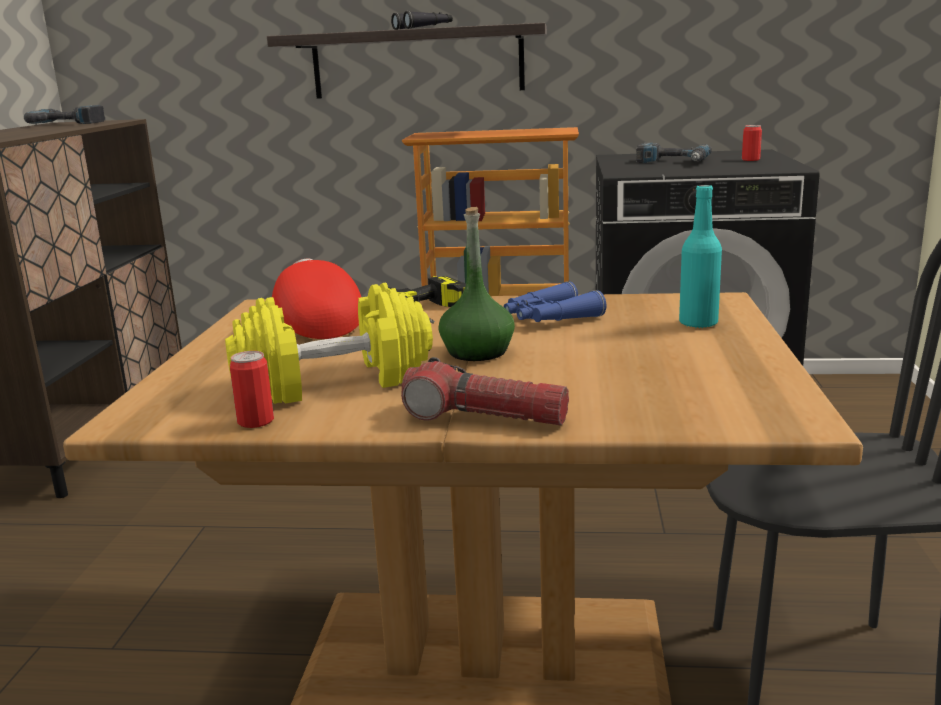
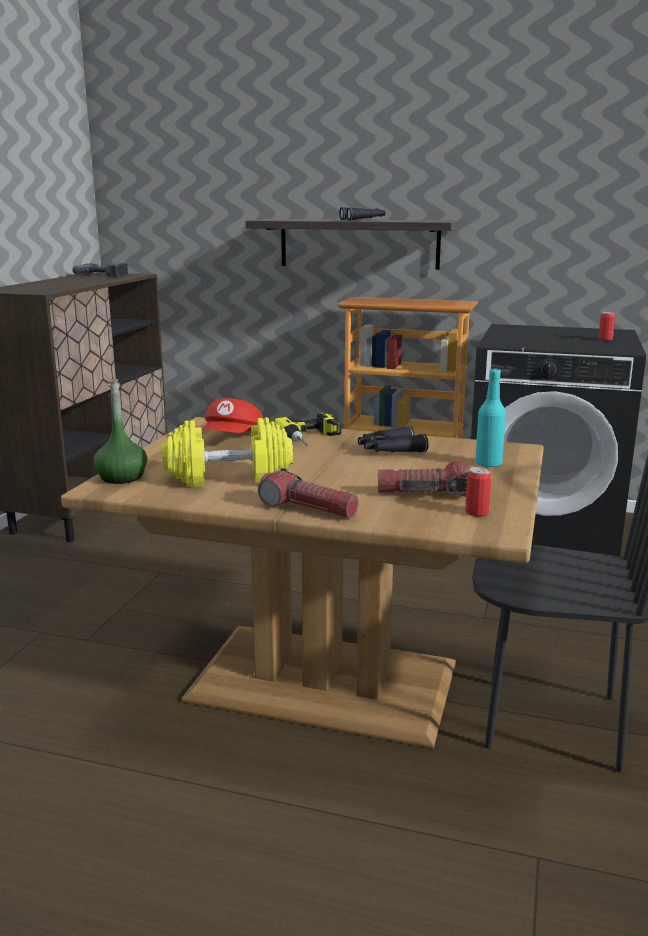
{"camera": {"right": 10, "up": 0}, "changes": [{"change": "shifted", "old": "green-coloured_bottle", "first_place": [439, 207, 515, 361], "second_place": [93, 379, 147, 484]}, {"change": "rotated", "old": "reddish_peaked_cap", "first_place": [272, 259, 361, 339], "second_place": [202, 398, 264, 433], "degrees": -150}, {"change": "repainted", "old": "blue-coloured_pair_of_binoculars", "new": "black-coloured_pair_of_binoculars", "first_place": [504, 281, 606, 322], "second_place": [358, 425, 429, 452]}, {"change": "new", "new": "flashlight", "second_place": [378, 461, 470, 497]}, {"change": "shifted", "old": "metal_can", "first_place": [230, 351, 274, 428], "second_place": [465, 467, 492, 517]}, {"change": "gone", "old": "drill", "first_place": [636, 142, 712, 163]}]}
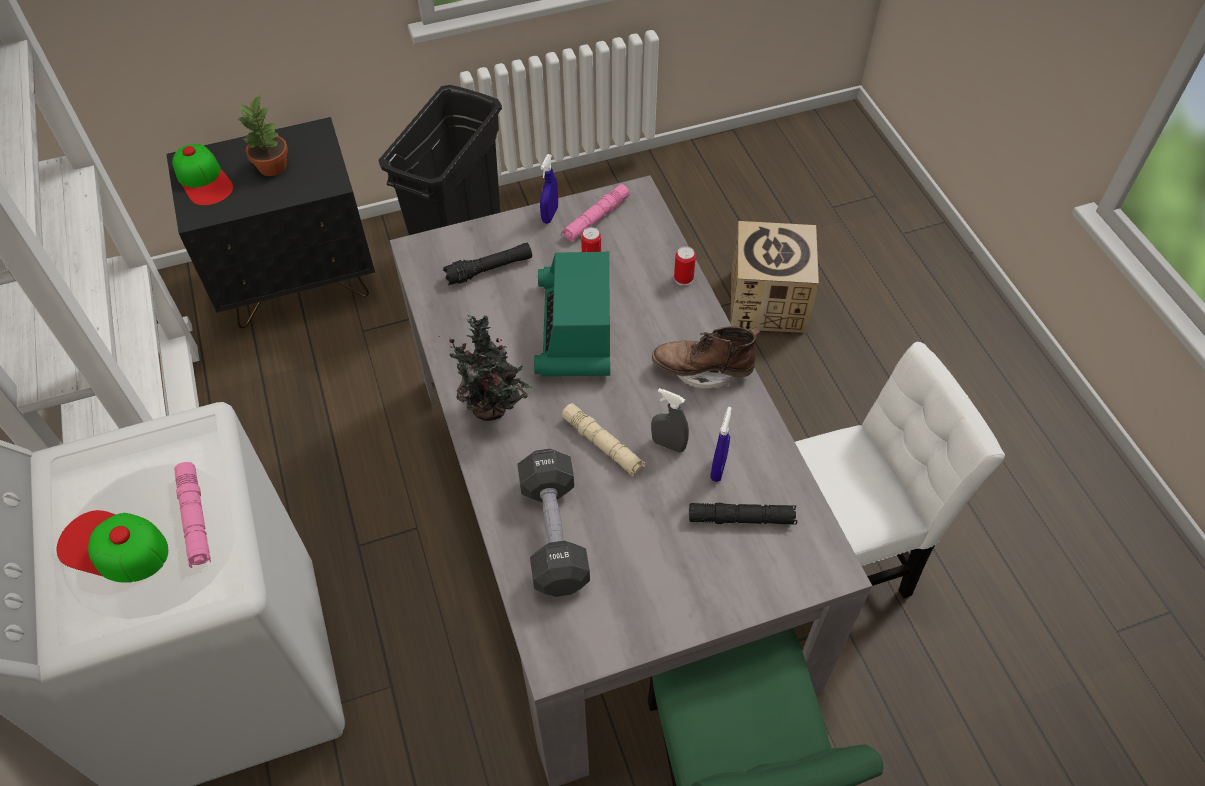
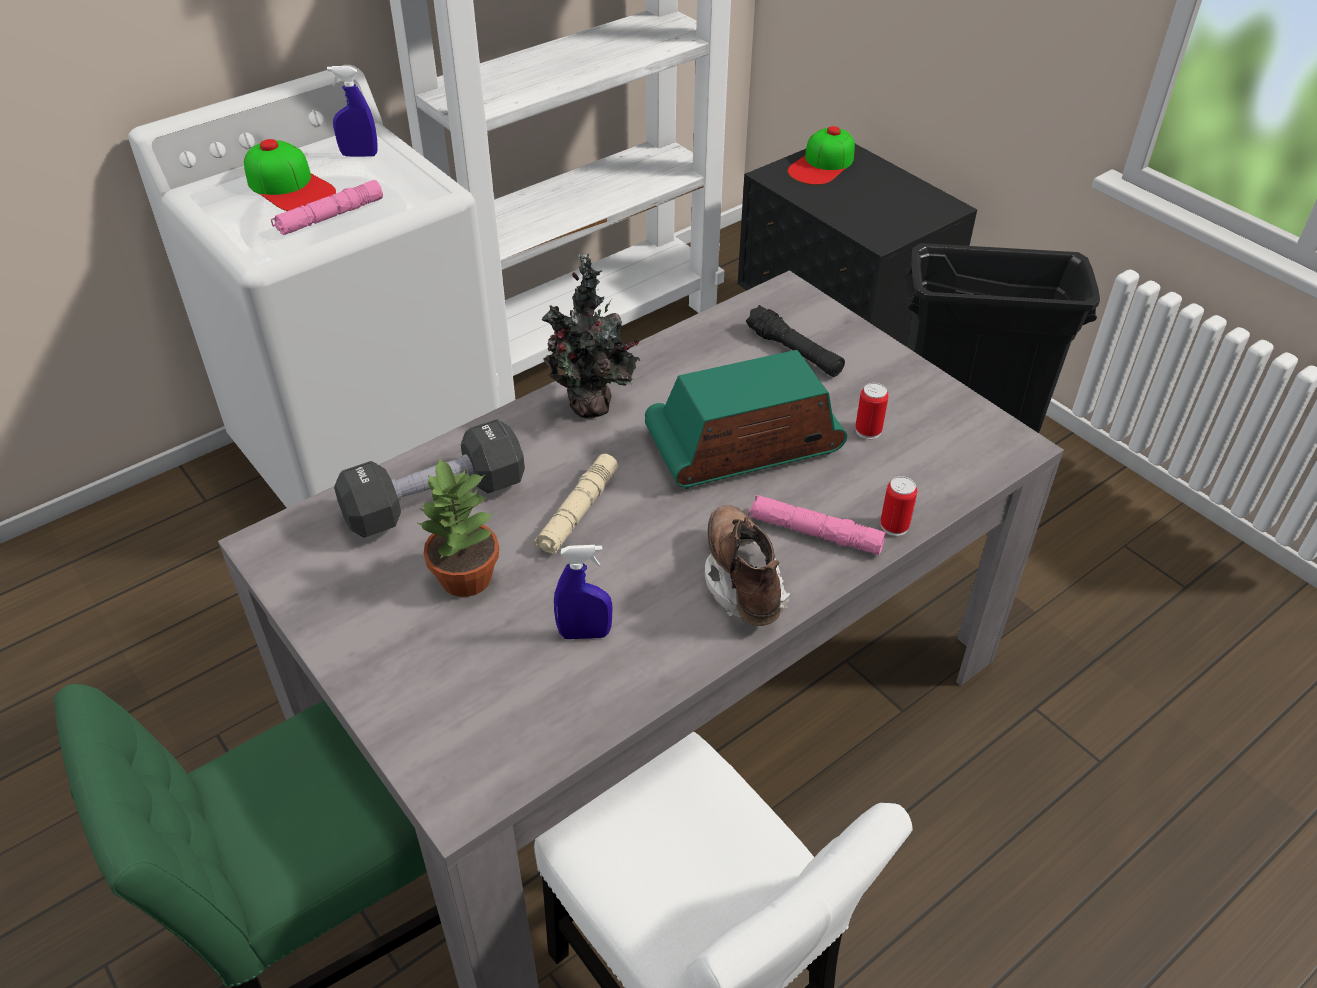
{"camera": {"right": 70, "up": -10}, "changes": [{"change": "rotated", "old": "peaked_cap", "first_place": [57, 510, 168, 583], "second_place": [244, 139, 336, 211], "degrees": 135}, {"change": "shifted", "old": "blue-coloured_hand_sprayer", "first_place": [540, 154, 558, 224], "second_place": [327, 66, 378, 157]}, {"change": "shifted", "old": "houseplant", "first_place": [236, 95, 288, 176], "second_place": [416, 457, 499, 597]}, {"change": "shifted", "old": "pink_flashlight", "first_place": [561, 184, 630, 242], "second_place": [748, 495, 886, 555]}, {"change": "gone", "old": "greyish_hand_sprayer", "first_place": [651, 388, 689, 453]}, {"change": "gone", "old": "black-coloured_flashlight", "first_place": [689, 503, 797, 525]}, {"change": "gone", "old": "cardboard_box", "first_place": [731, 221, 819, 333]}]}
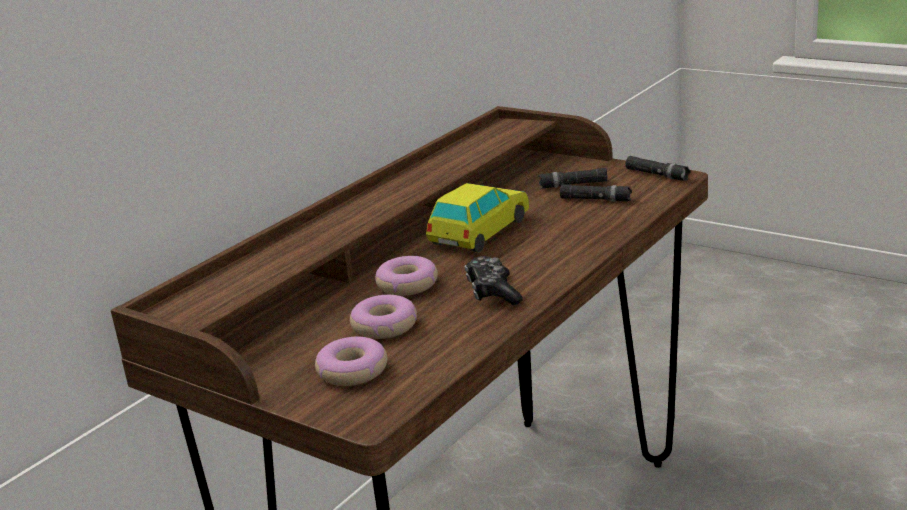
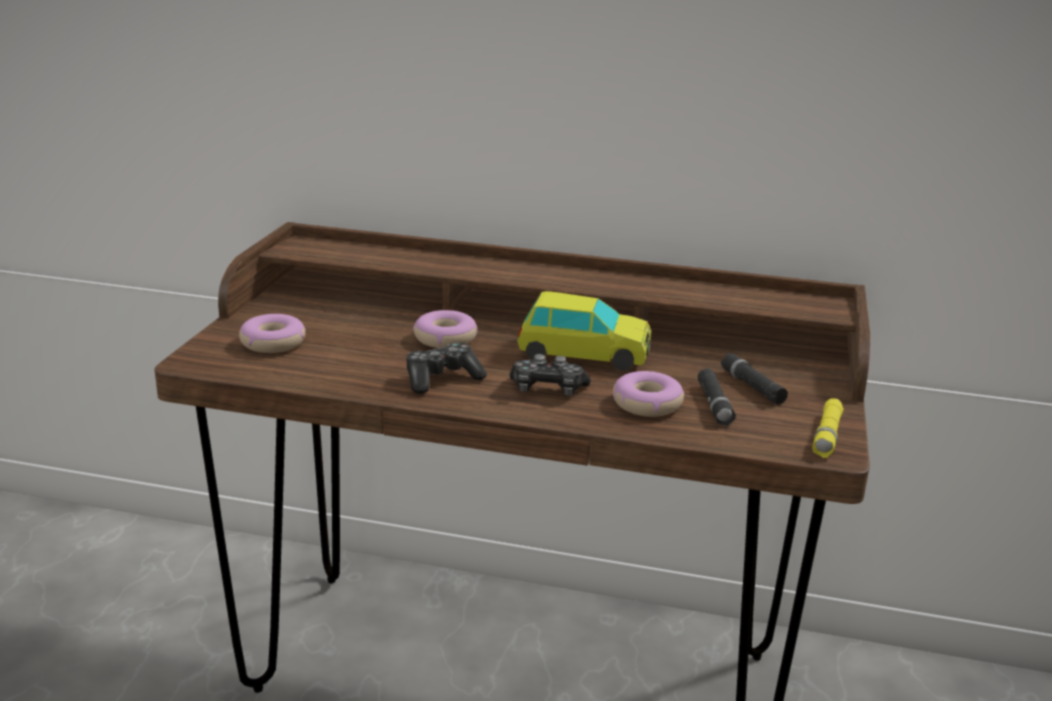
{"camera": {"right": 65, "up": 0}, "changes": [{"change": "new", "new": "joypad", "second_place": [510, 354, 591, 396]}, {"change": "shifted", "old": "donut", "first_place": [350, 295, 417, 339], "second_place": [613, 371, 685, 417]}, {"change": "repainted", "old": "black-coloured_flashlight", "new": "yellow-coloured_flashlight", "first_place": [626, 156, 691, 181], "second_place": [813, 398, 844, 458]}]}
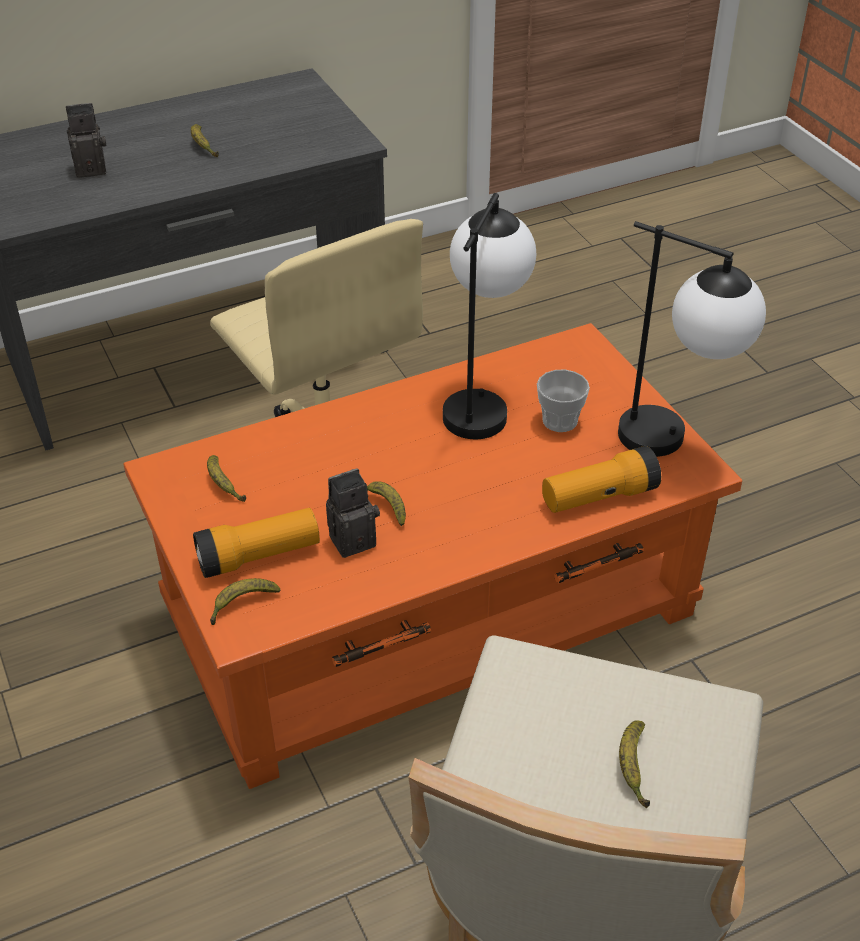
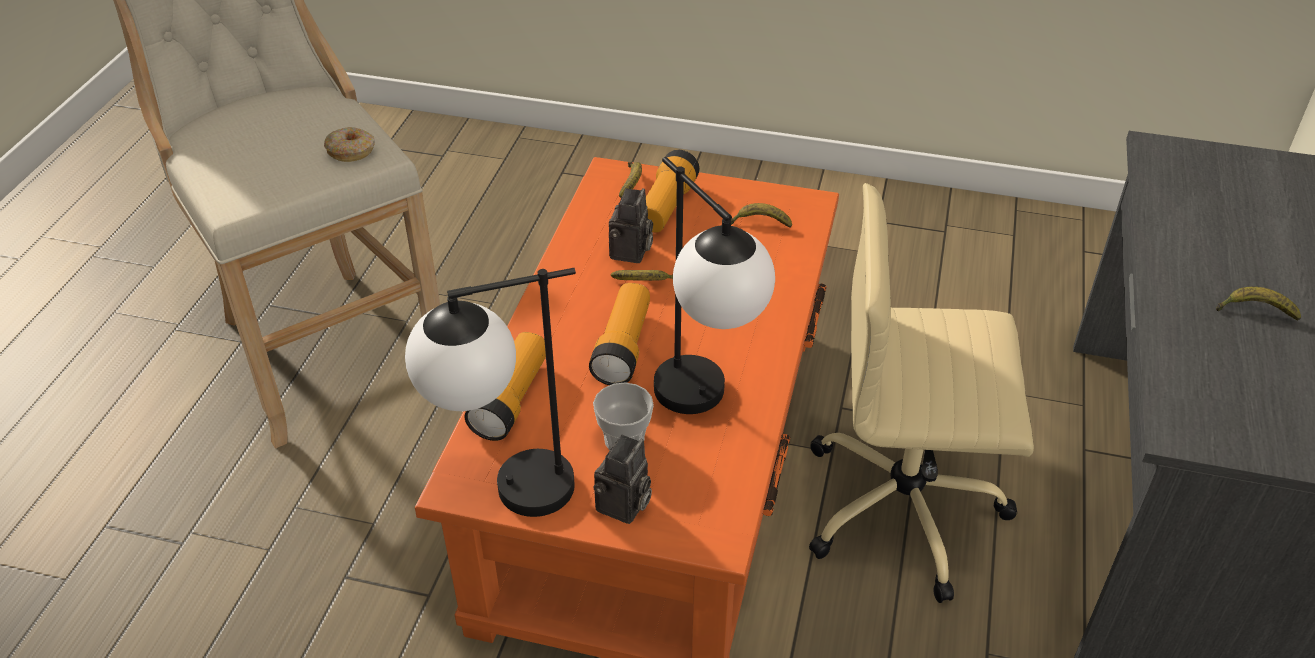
{"camera": {"right": 130, "up": 0}, "changes": [{"change": "new", "new": "donut", "second_place": [324, 127, 375, 162]}, {"change": "new", "new": "flashlight", "second_place": [589, 283, 650, 385]}, {"change": "shifted", "old": "still_camera", "first_place": [66, 103, 106, 178], "second_place": [593, 434, 652, 524]}, {"change": "gone", "old": "banana", "first_place": [619, 720, 650, 808]}]}
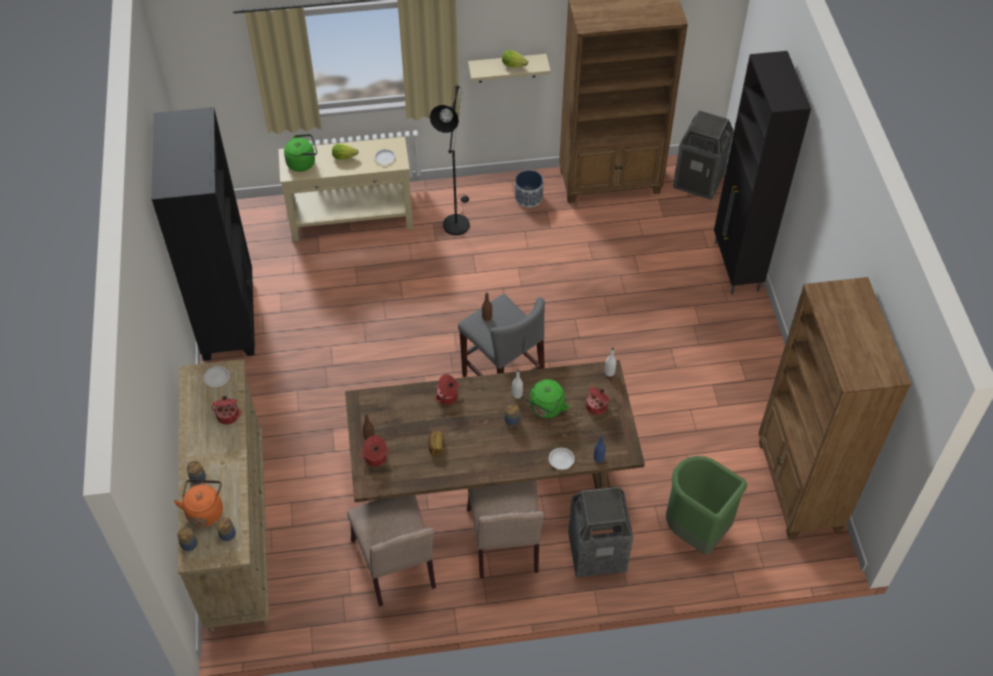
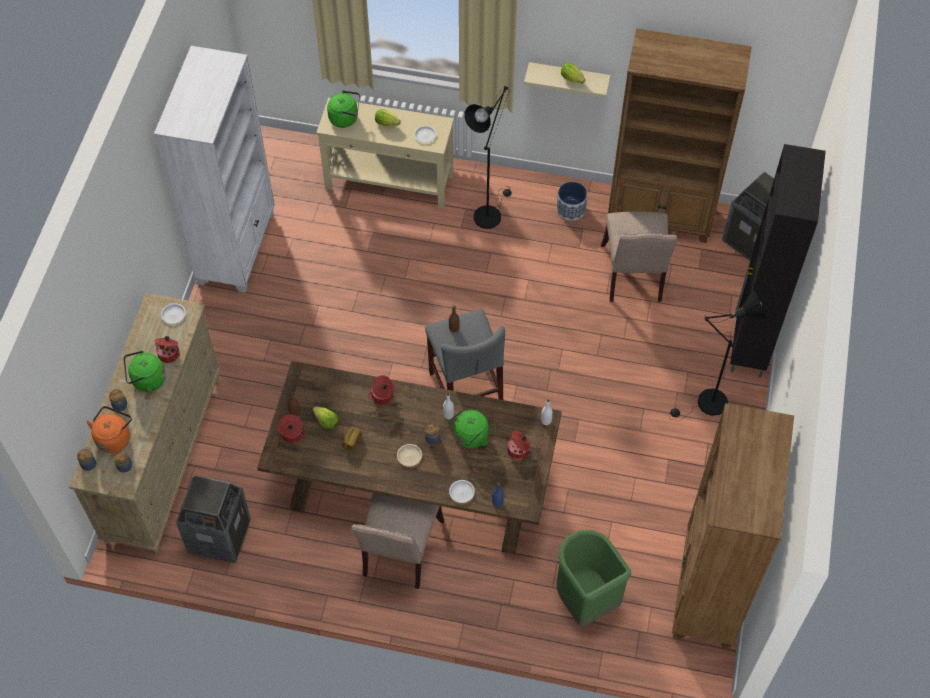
{"camera": {"right": 20, "up": 5}, "changes": [{"change": "new", "new": "green-coloured_tea_kettle", "second_place": [124, 351, 166, 393]}, {"change": "repainted", "old": "black-coloured_bookcase", "new": "white-coloured_bookcase", "first_place": [151, 107, 255, 361], "second_place": [154, 46, 275, 293]}, {"change": "shifted", "old": "waste_bin", "first_place": [568, 487, 633, 577], "second_place": [176, 475, 251, 563]}, {"change": "new", "new": "head_of_lettuce", "second_place": [312, 407, 339, 429]}, {"change": "new", "new": "beige_plate", "second_place": [397, 444, 422, 466]}, {"change": "shifted", "old": "beige_upright_chair", "first_place": [347, 495, 436, 607], "second_place": [601, 211, 677, 302]}, {"change": "new", "new": "black-coloured_floor_lamp", "second_place": [669, 289, 767, 421]}]}
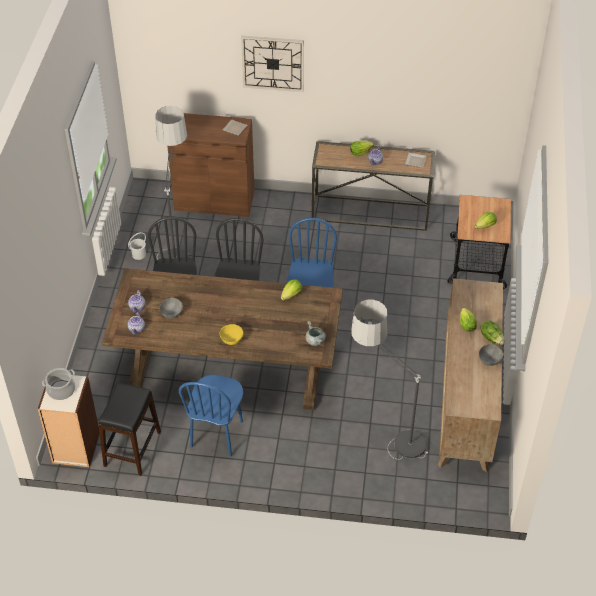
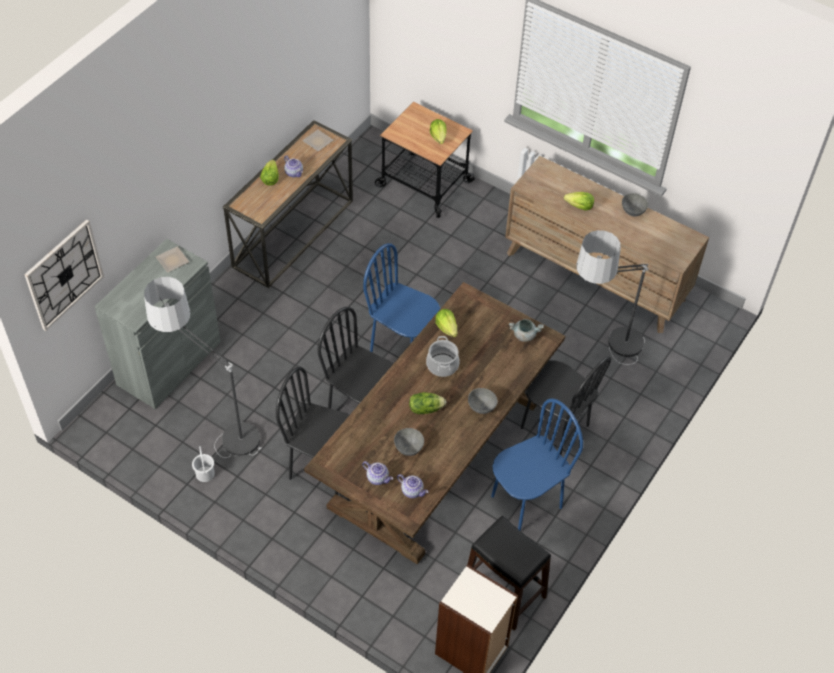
{"camera": {"right": -65, "up": 5}, "changes": [{"change": "shifted", "old": "clock_on_the_wall", "first_place": [241, 36, 304, 92], "second_place": [24, 219, 104, 331]}, {"change": "repainted", "old": "brown-coloured_cupboard", "new": "greyish_cupboard", "first_place": [167, 113, 255, 217], "second_place": [94, 239, 221, 409]}, {"change": "shifted", "old": "head_of_lettuce", "first_place": [480, 321, 505, 346], "second_place": [409, 392, 446, 414]}, {"change": "shifted", "old": "cooking_pot", "first_place": [42, 368, 75, 400], "second_place": [426, 336, 460, 377]}, {"change": "repainted", "old": "yellow-coloured_bowl", "new": "greyish_bowl", "first_place": [220, 324, 243, 345], "second_place": [468, 388, 498, 414]}, {"change": "rotated", "old": "blue-coloured_upright_chair", "first_place": [179, 375, 243, 456], "second_place": [491, 398, 583, 531], "degrees": -75}, {"change": "new", "new": "black-coloured_upright_chair", "second_place": [521, 356, 611, 455]}]}
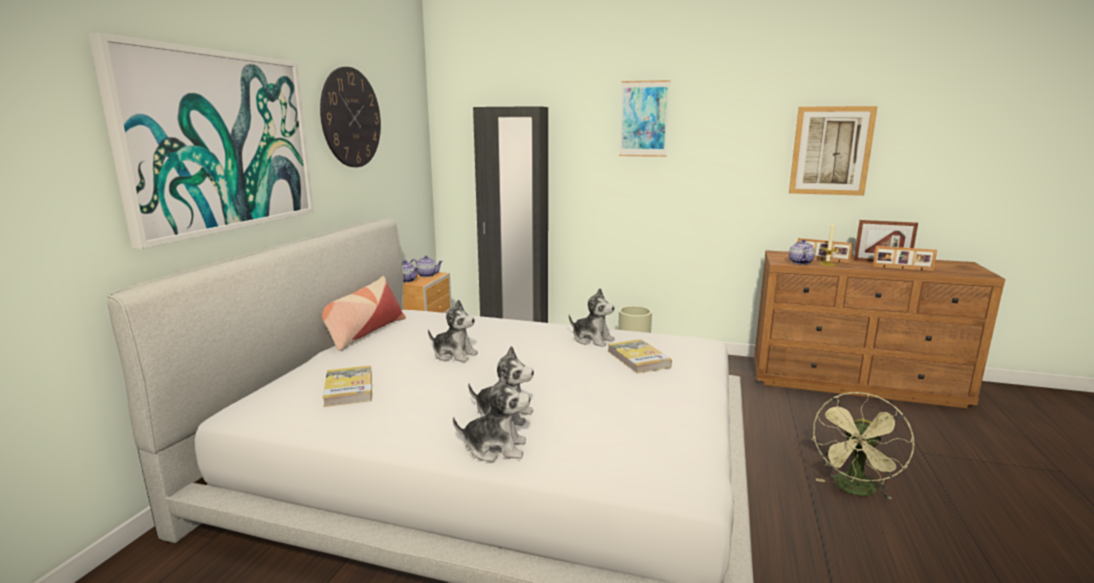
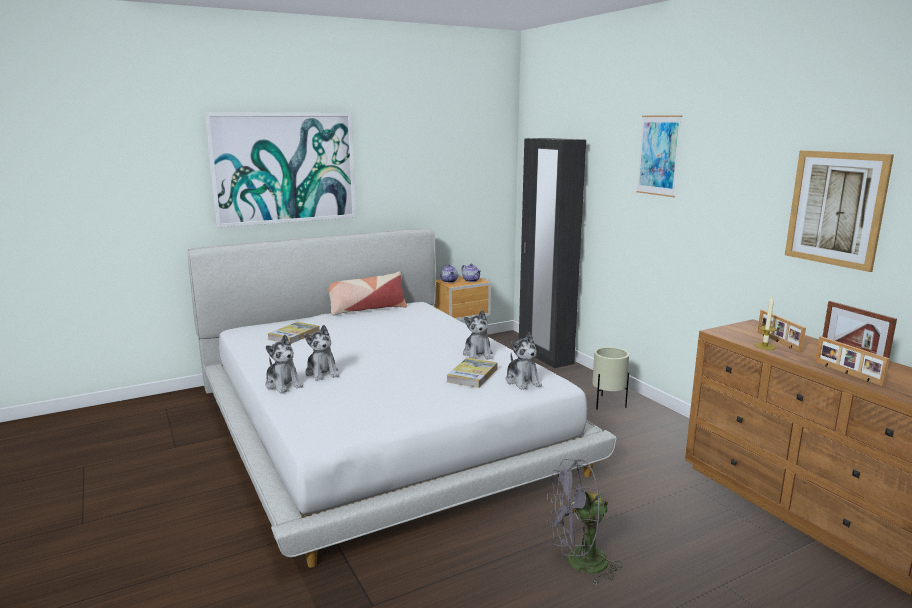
{"camera": {"right": 45, "up": 0}, "changes": [{"change": "shifted", "old": "cuddly_toy", "first_place": [428, 300, 478, 362], "second_place": [506, 332, 542, 390]}, {"change": "repainted", "old": "green-coloured_electric_fan", "new": "greyish_electric_fan", "first_place": [811, 392, 914, 499], "second_place": [547, 459, 623, 584]}, {"change": "gone", "old": "clock_on_the_wall", "first_place": [320, 67, 381, 167]}, {"change": "gone", "old": "teapot", "first_place": [789, 239, 815, 265]}]}
